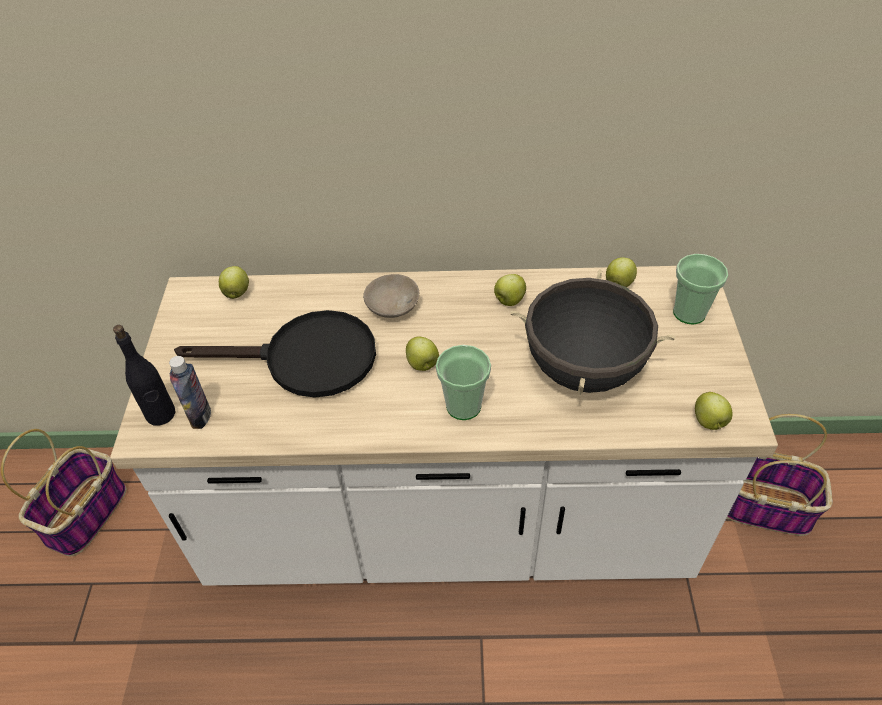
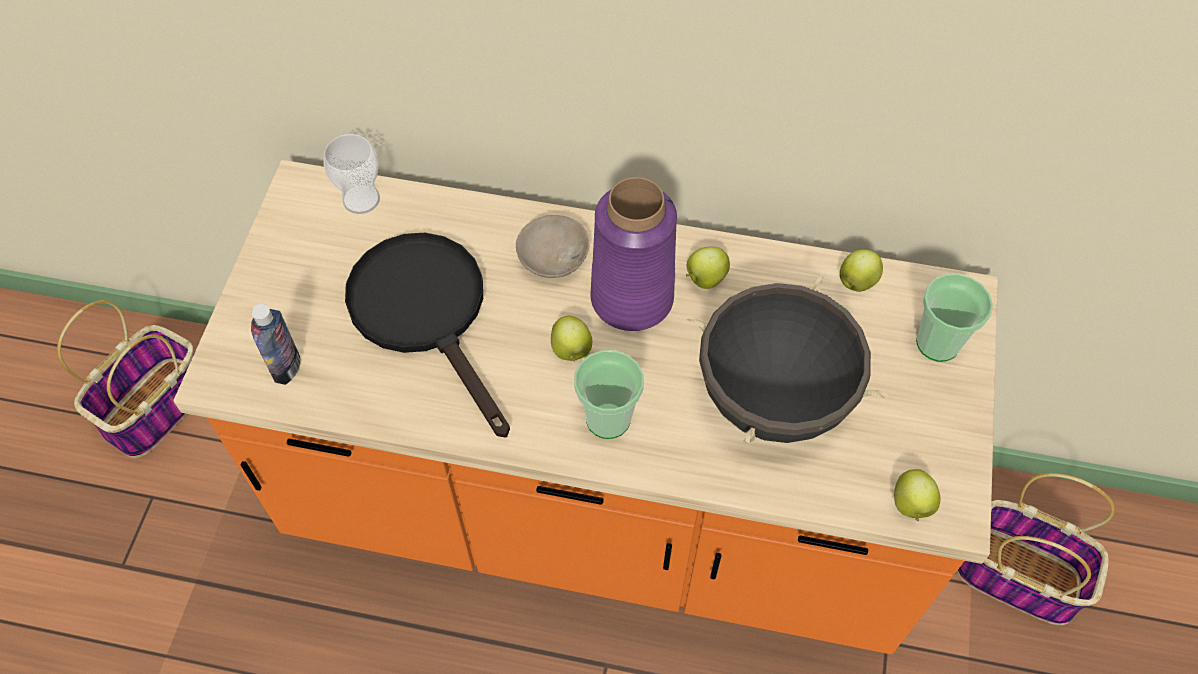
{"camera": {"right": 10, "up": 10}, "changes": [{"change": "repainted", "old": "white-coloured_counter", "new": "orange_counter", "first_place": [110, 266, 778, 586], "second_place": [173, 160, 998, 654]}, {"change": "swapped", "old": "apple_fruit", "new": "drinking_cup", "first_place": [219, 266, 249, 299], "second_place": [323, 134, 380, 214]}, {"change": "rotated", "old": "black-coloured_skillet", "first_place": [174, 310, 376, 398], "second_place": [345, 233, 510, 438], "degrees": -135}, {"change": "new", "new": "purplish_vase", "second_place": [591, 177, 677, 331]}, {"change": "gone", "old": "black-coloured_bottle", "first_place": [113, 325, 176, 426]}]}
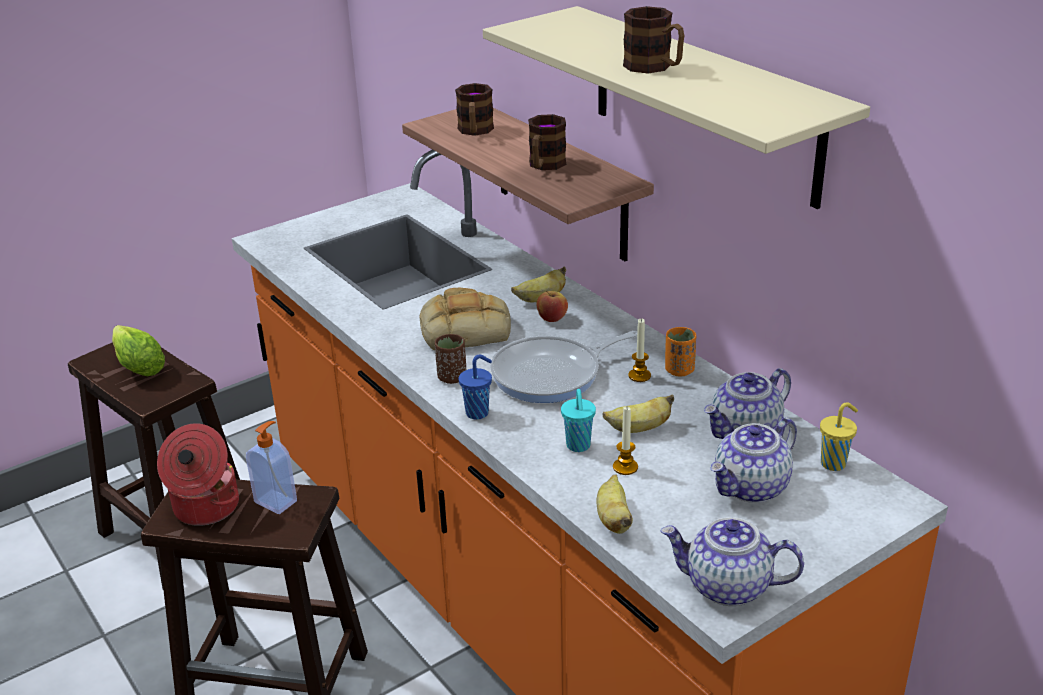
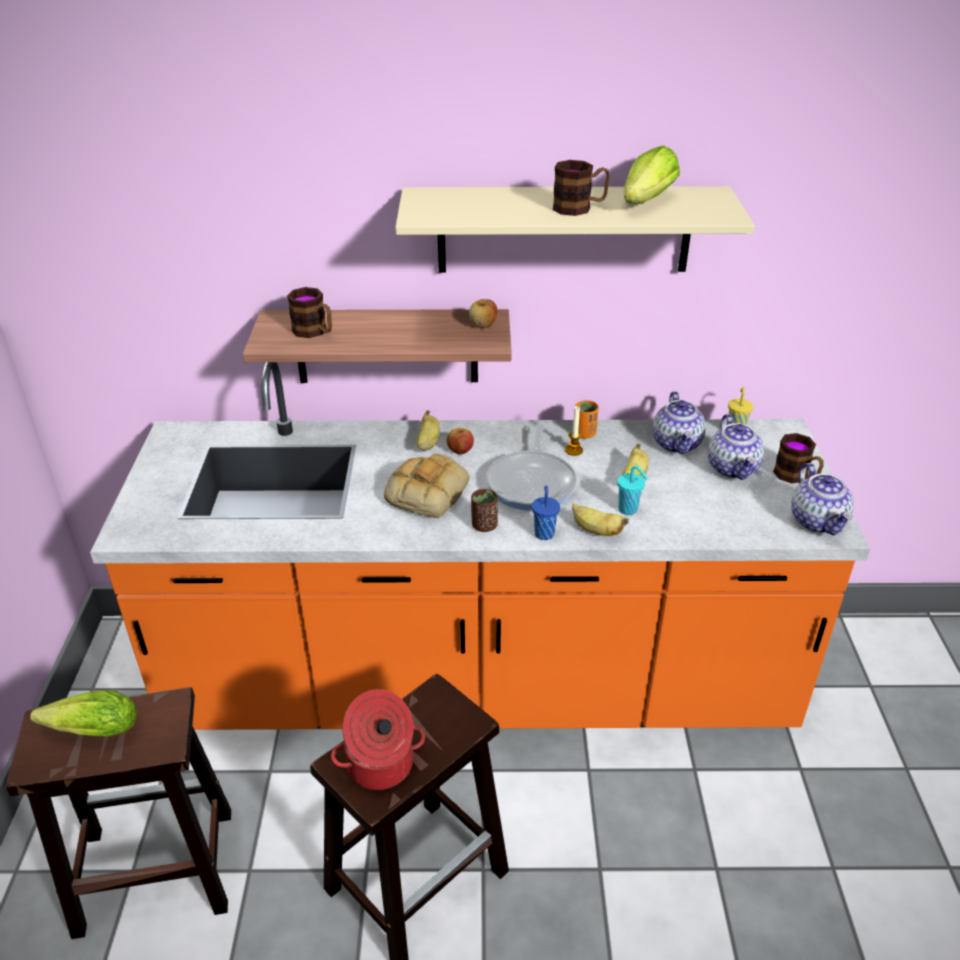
{"camera": {"right": -55, "up": 5}, "changes": [{"change": "new", "new": "apple_fruit", "second_place": [469, 299, 498, 328]}, {"change": "shifted", "old": "banana", "first_place": [597, 475, 633, 534], "second_place": [572, 504, 629, 536]}, {"change": "new", "new": "head_of_lettuce", "second_place": [623, 146, 680, 204]}, {"change": "shifted", "old": "mug", "first_place": [528, 114, 566, 170], "second_place": [773, 433, 824, 483]}, {"change": "rotated", "old": "teapot", "first_place": [661, 517, 804, 606], "second_place": [791, 463, 854, 536], "degrees": -60}, {"change": "gone", "old": "soap_bottle", "first_place": [246, 421, 297, 514]}, {"change": "gone", "old": "wax_light", "first_place": [613, 406, 638, 475]}]}
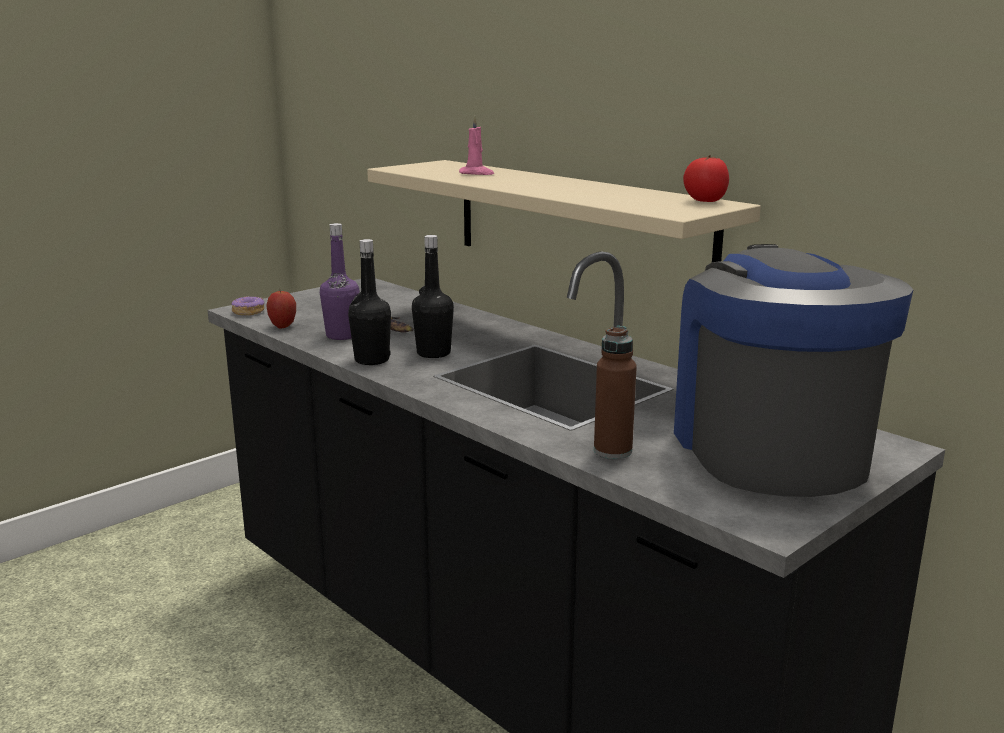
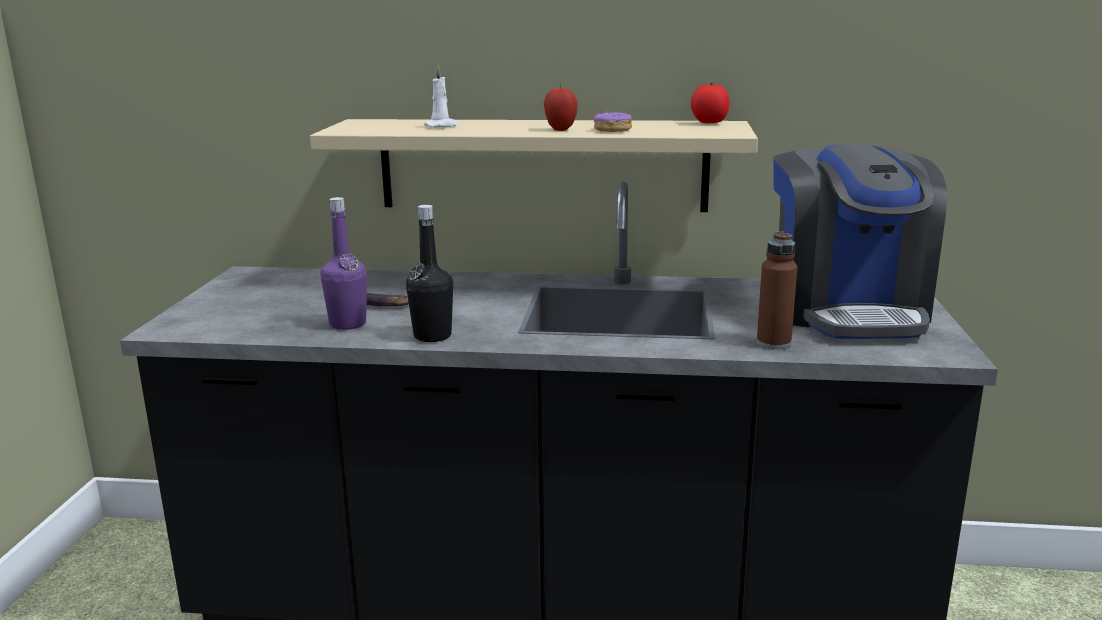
{"camera": {"right": -40, "up": 0}, "changes": [{"change": "repainted", "old": "pink_wax_light", "new": "white-coloured_wax_light", "first_place": [459, 116, 494, 175], "second_place": [424, 65, 460, 128]}, {"change": "shifted", "old": "apple_fruit", "first_place": [266, 291, 296, 328], "second_place": [544, 84, 578, 131]}, {"change": "shifted", "old": "donut", "first_place": [231, 296, 264, 316], "second_place": [594, 111, 632, 132]}, {"change": "rotated", "old": "coffee_machine", "first_place": [674, 244, 914, 497], "second_place": [773, 143, 947, 339], "degrees": -135}, {"change": "gone", "old": "black-coloured_bottle", "first_place": [412, 235, 454, 358]}]}
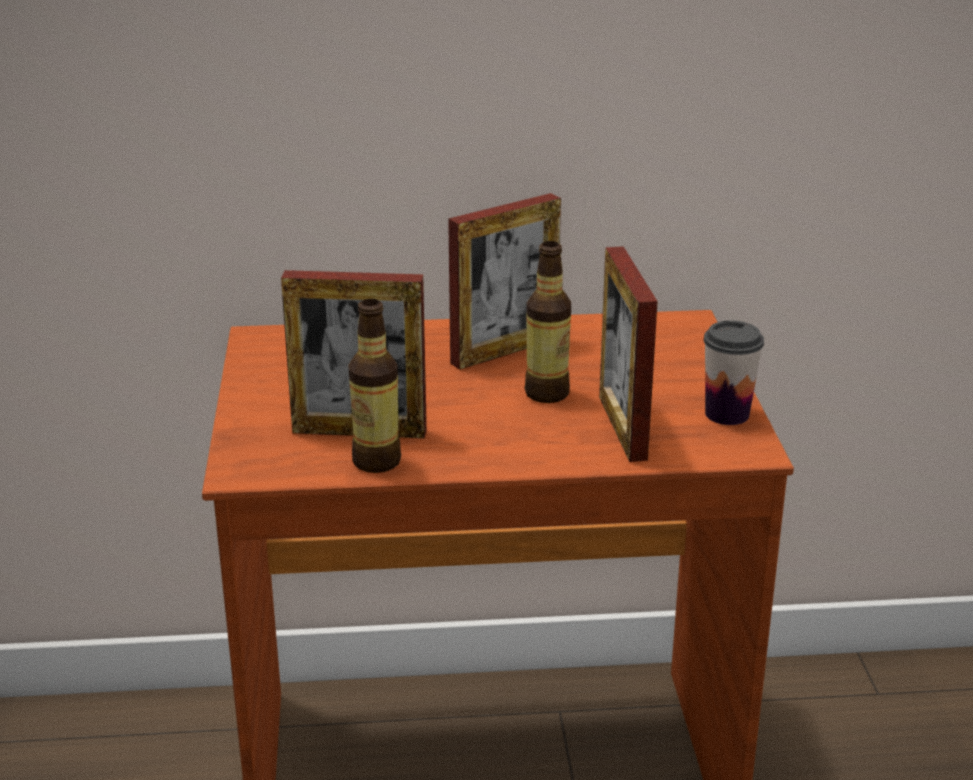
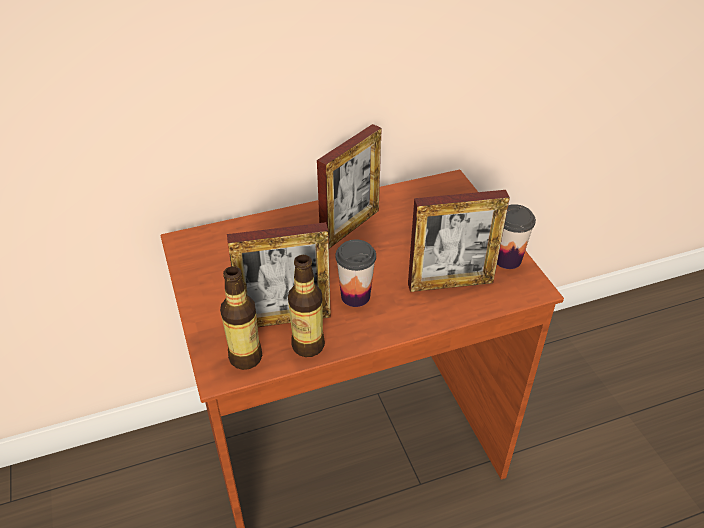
{"camera": {"right": -15, "up": 15}, "changes": [{"change": "shifted", "old": "bottle", "first_place": [524, 241, 571, 403], "second_place": [220, 266, 262, 370]}, {"change": "new", "new": "drinking_cup", "second_place": [335, 240, 376, 307]}, {"change": "rotated", "old": "standing_frame", "first_place": [599, 246, 658, 462], "second_place": [408, 190, 510, 292], "degrees": -75}]}
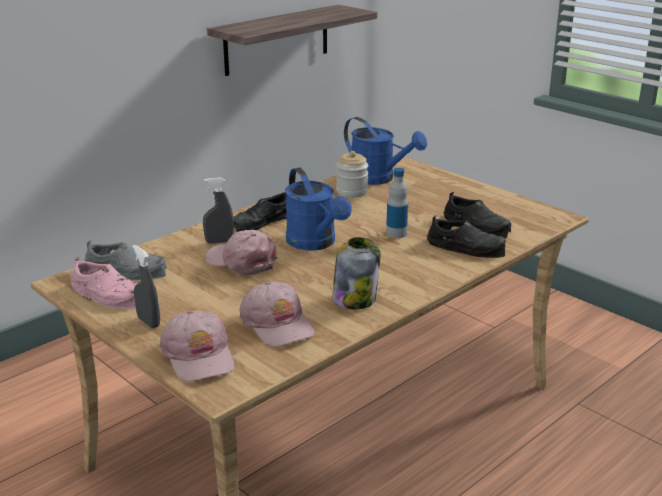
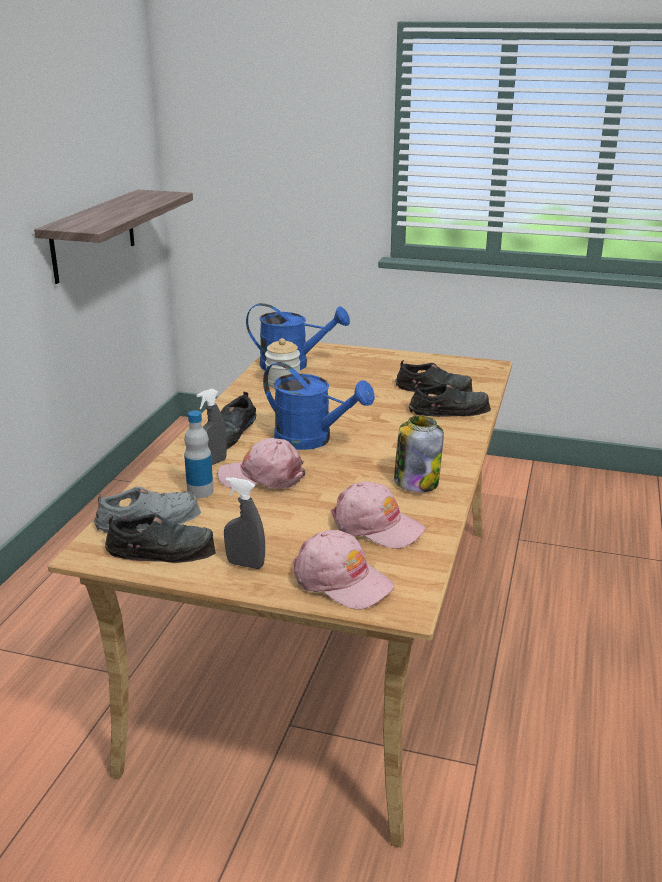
{"camera": {"right": -30, "up": 0}, "changes": [{"change": "repainted", "old": "pink_item_of_footwear", "new": "black-coloured_item_of_footwear", "first_place": [71, 257, 137, 309], "second_place": [105, 514, 216, 563]}, {"change": "shifted", "old": "bottle", "first_place": [386, 168, 408, 238], "second_place": [184, 411, 214, 498]}]}
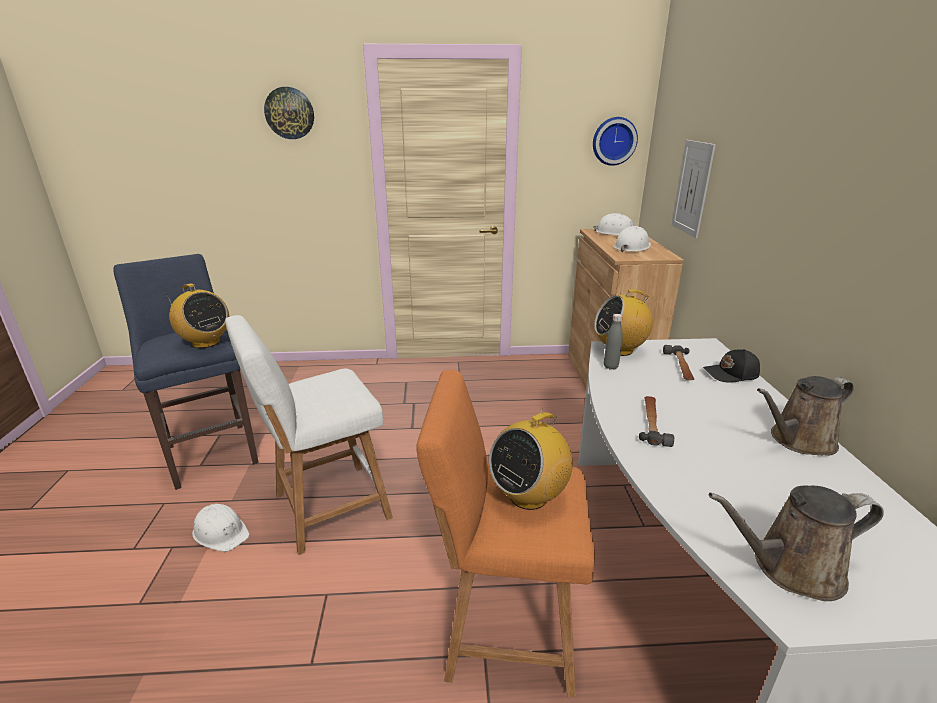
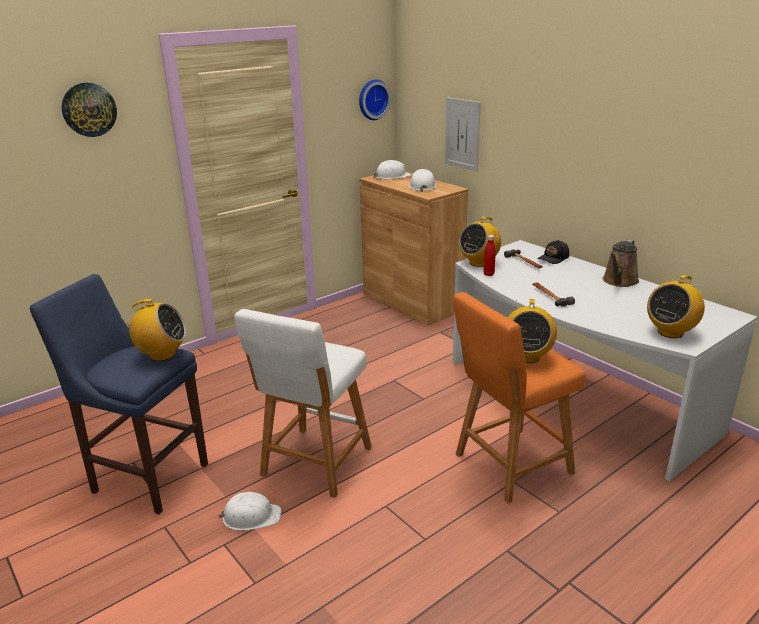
{"camera": {"right": -35, "up": 0}, "changes": [{"change": "repainted", "old": "greyish_bottle", "new": "reddish_bottle", "first_place": [604, 314, 623, 370], "second_place": [484, 235, 496, 276]}, {"change": "swapped", "old": "brown-coloured_watering_pot", "new": "radio", "first_place": [708, 486, 884, 601], "second_place": [647, 275, 705, 338]}]}
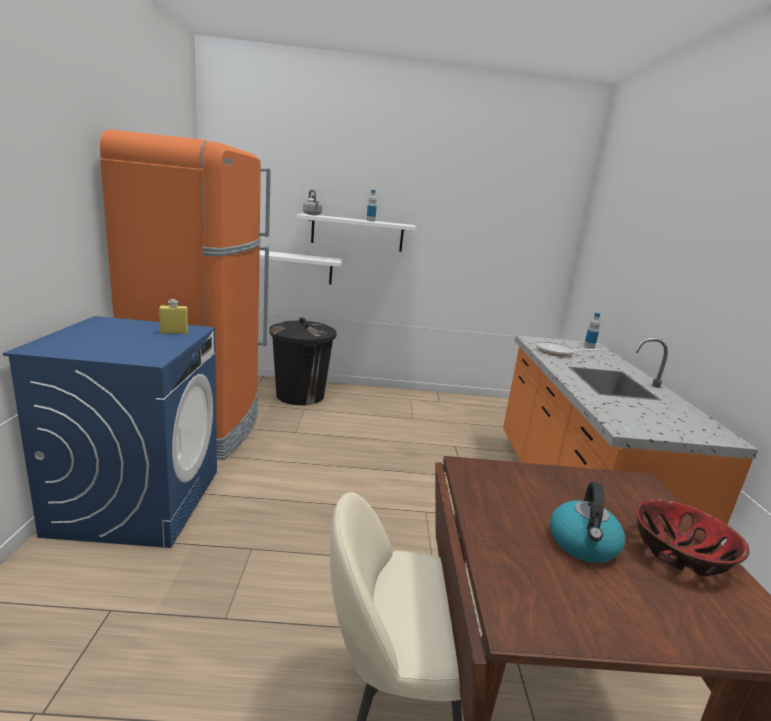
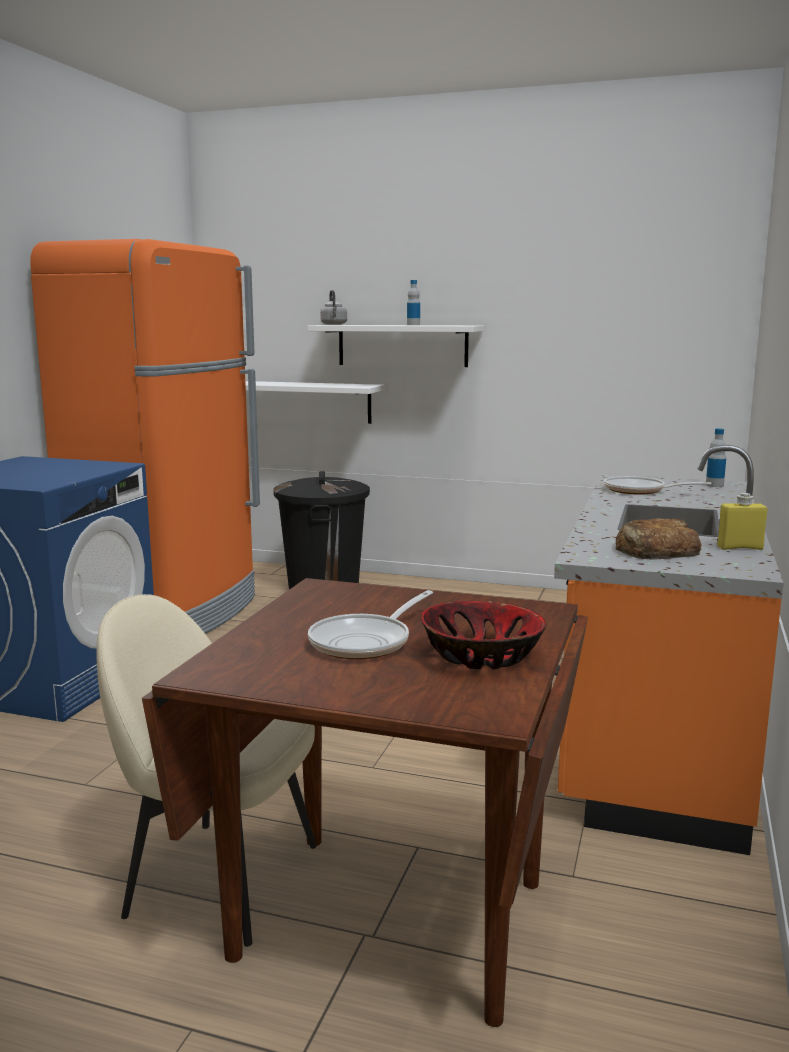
{"camera": {"right": 20, "up": -5}, "changes": [{"change": "swapped", "old": "tea_kettle", "new": "skillet", "first_place": [550, 482, 625, 563], "second_place": [308, 590, 433, 659]}, {"change": "new", "new": "baked_bread", "second_place": [615, 518, 702, 560]}, {"change": "shifted", "old": "yellow-coloured_bottle", "first_place": [159, 299, 188, 334], "second_place": [717, 493, 767, 550]}]}
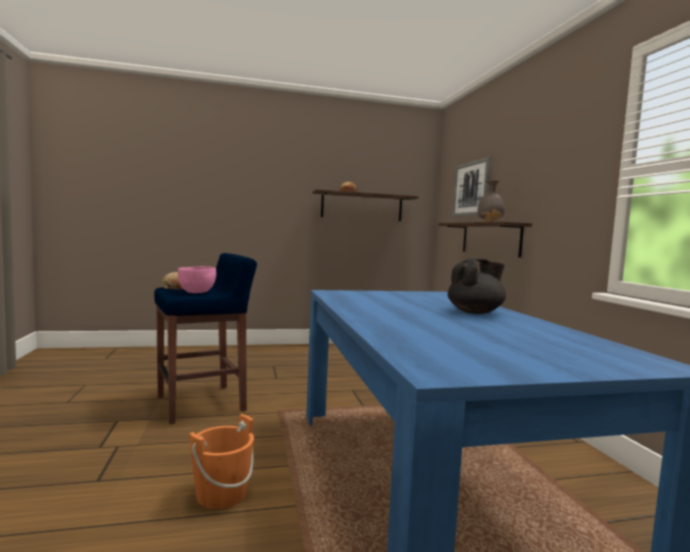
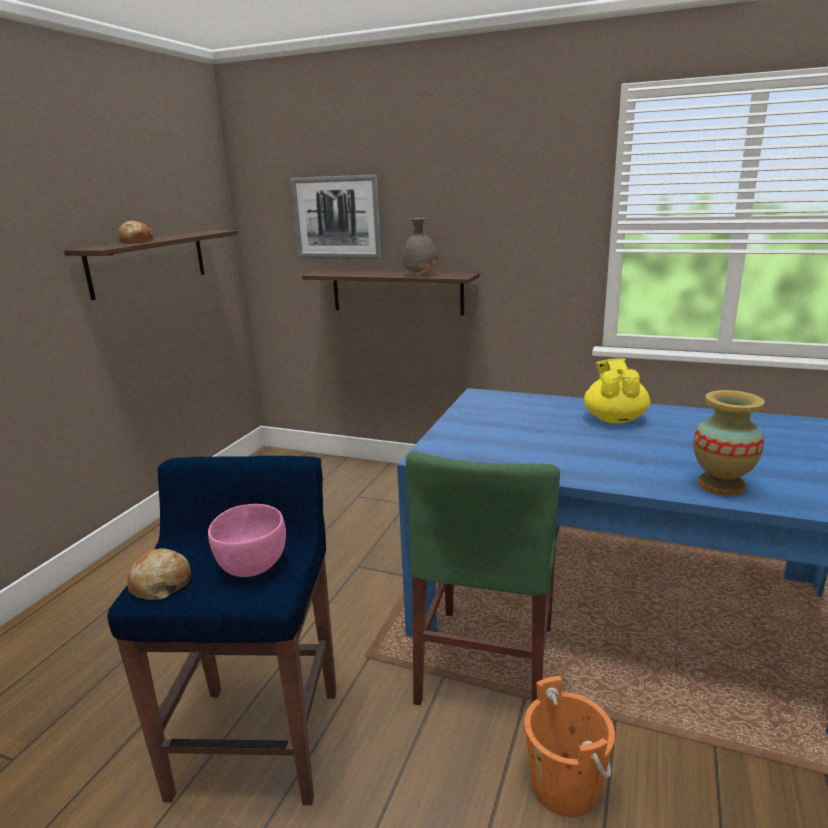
{"camera": {"right": -55, "up": 15}, "changes": [{"change": "new", "new": "green-coloured_upright_chair", "second_place": [406, 451, 560, 705]}, {"change": "repainted", "old": "black-coloured_teapot", "new": "yellow-coloured_teapot", "first_place": [448, 258, 506, 314], "second_place": [584, 358, 650, 423]}, {"change": "new", "new": "vase", "second_place": [693, 390, 765, 496]}]}
